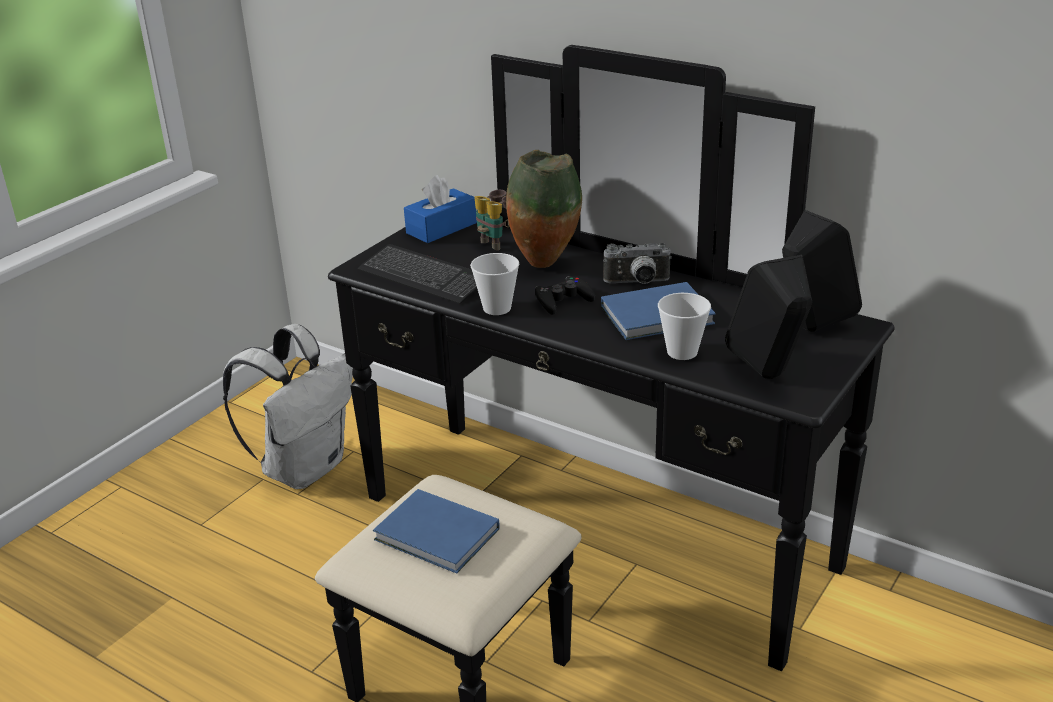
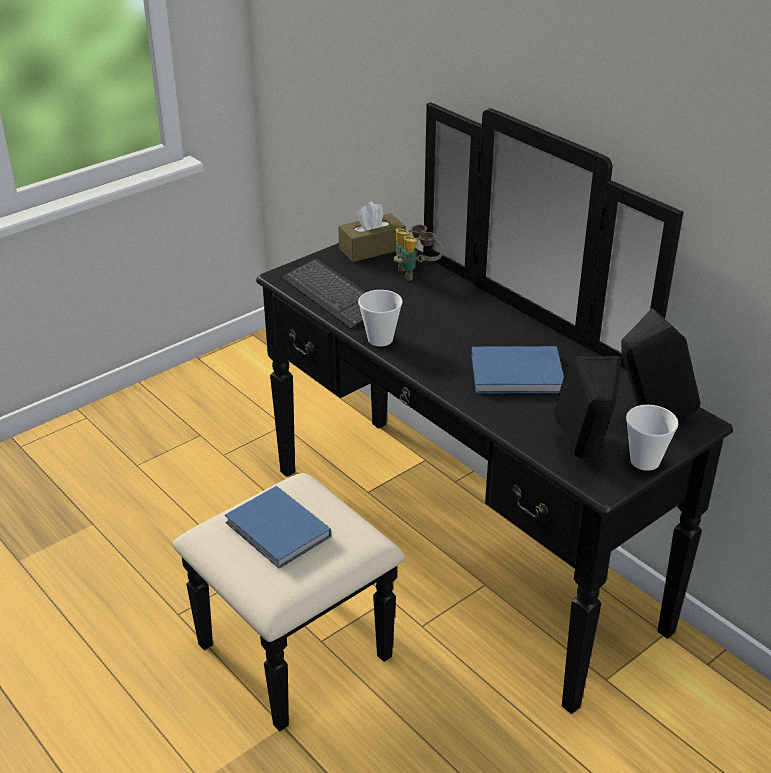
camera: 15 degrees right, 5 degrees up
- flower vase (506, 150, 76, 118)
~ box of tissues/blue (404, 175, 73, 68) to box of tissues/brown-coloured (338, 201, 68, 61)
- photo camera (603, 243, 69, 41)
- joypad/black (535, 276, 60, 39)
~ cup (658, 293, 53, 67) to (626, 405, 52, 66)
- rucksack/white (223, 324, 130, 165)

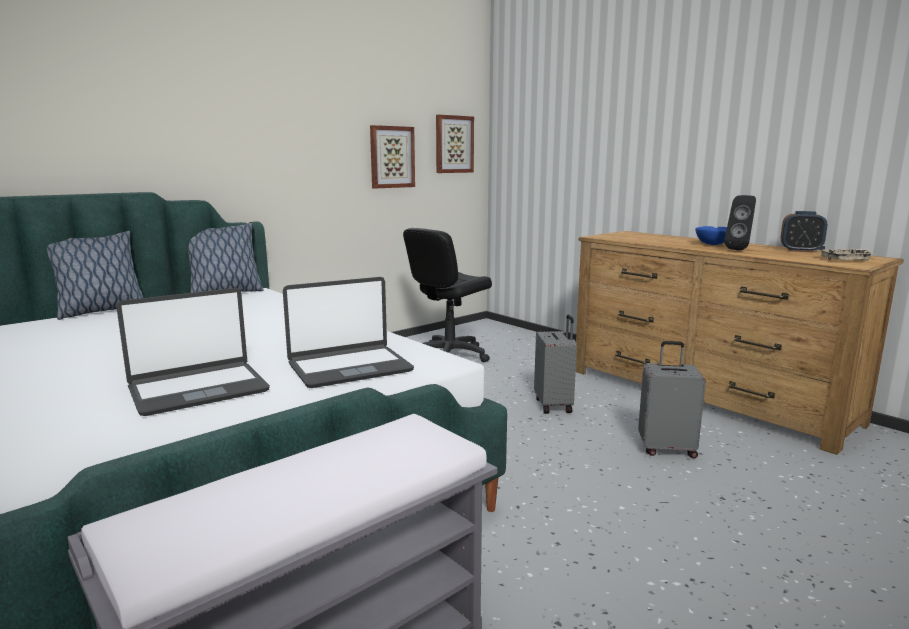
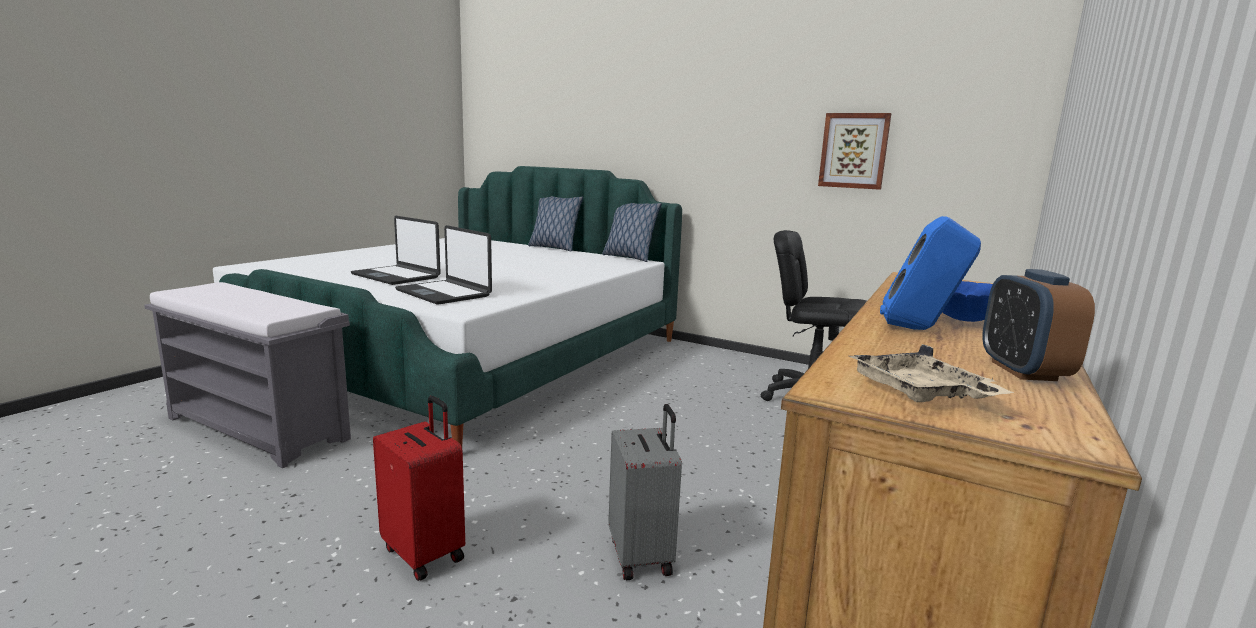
camera: 70 degrees right, 0 degrees up
- picture (436, 115, 38, 58)
~ speaker/black (724, 195, 32, 56) to speaker/blue (880, 216, 101, 114)
- piece of luggage/gray (534, 315, 43, 99)
+ piece of luggage/red (373, 396, 92, 185)

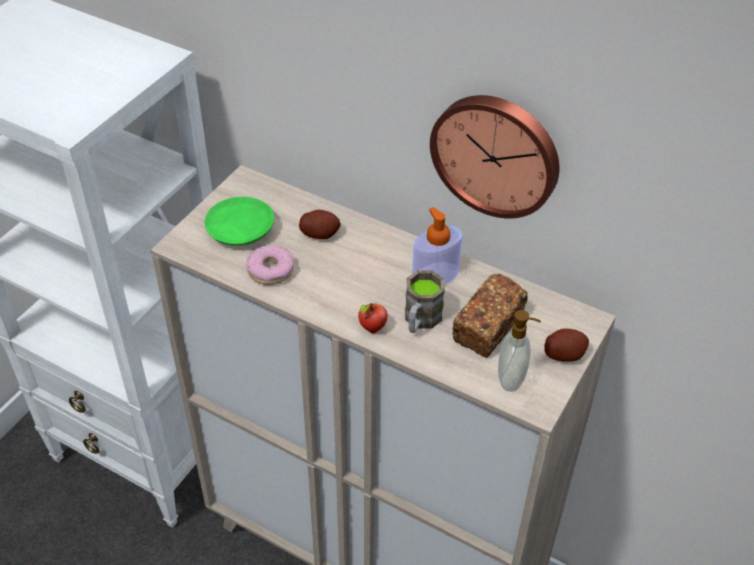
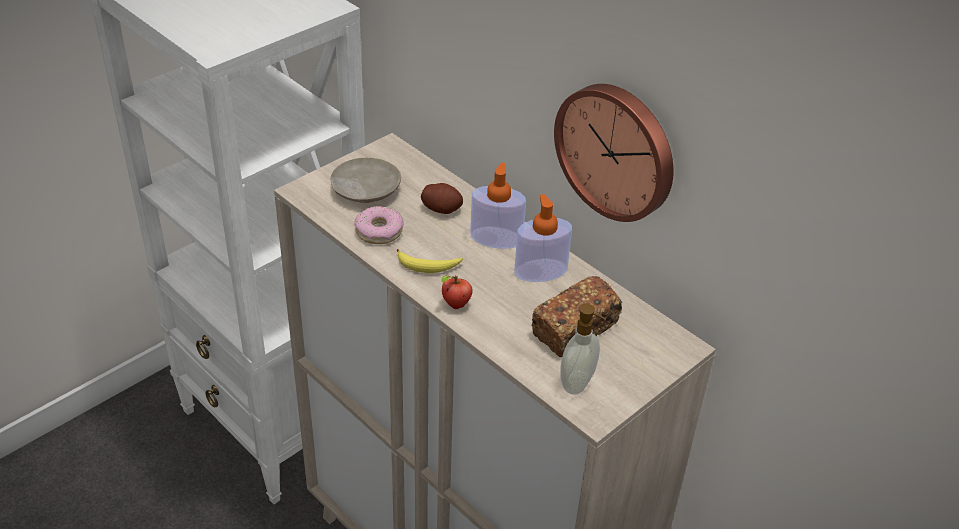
camera: 15 degrees right, 5 degrees down
~ dinner plate/green-coloured (204, 197, 70, 48) to dinner plate/sand-coloured (331, 158, 70, 45)
- coffee mug/brown-coloured (405, 271, 40, 62)
- spud (544, 328, 45, 34)
+ soap bottle (470, 163, 56, 86)
+ banana (397, 249, 66, 24)

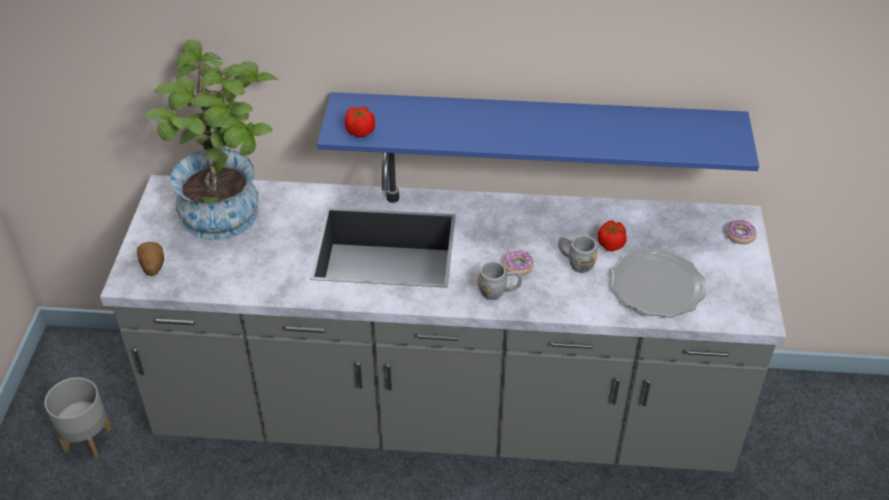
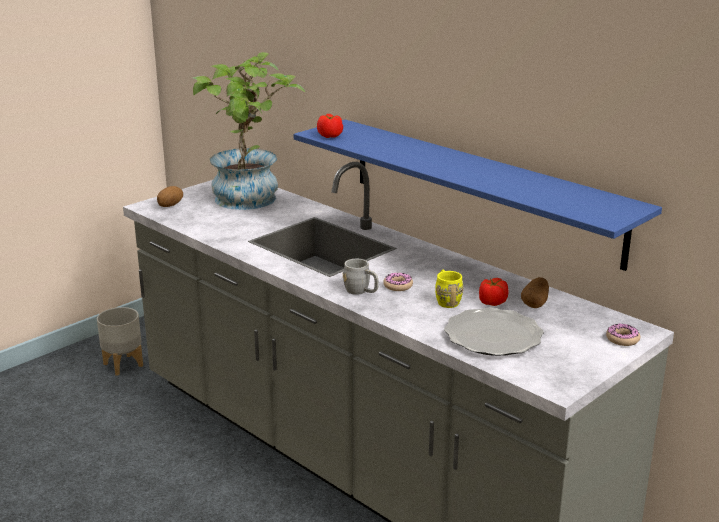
camera: 40 degrees right, 20 degrees down
~ coffee mug/gray (558, 235, 39, 38) to coffee mug/yellow (435, 270, 28, 38)
+ spud (521, 277, 28, 31)

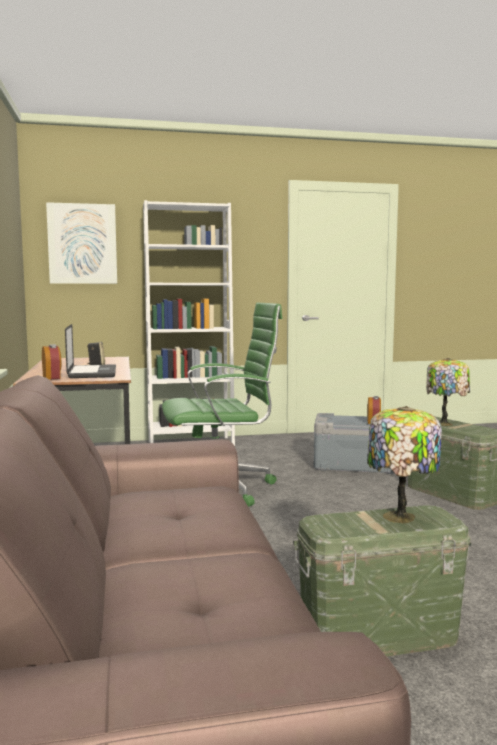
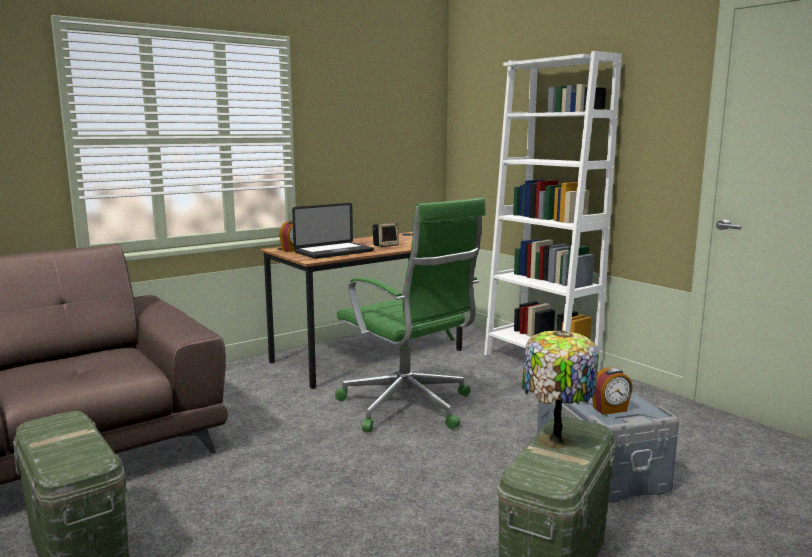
camera: 65 degrees right, 5 degrees up
- picture (46, 202, 71, 82)
- table lamp (367, 406, 75, 117)

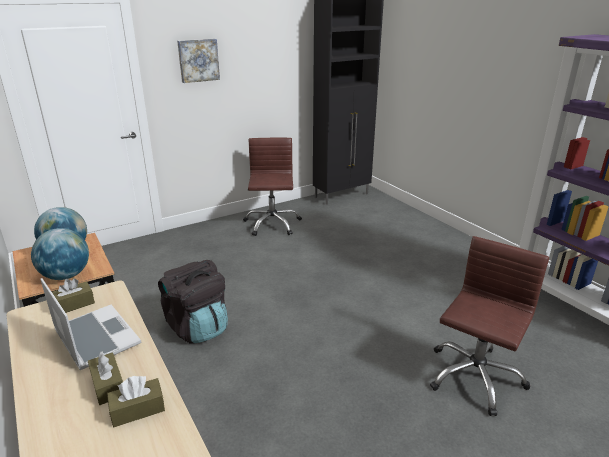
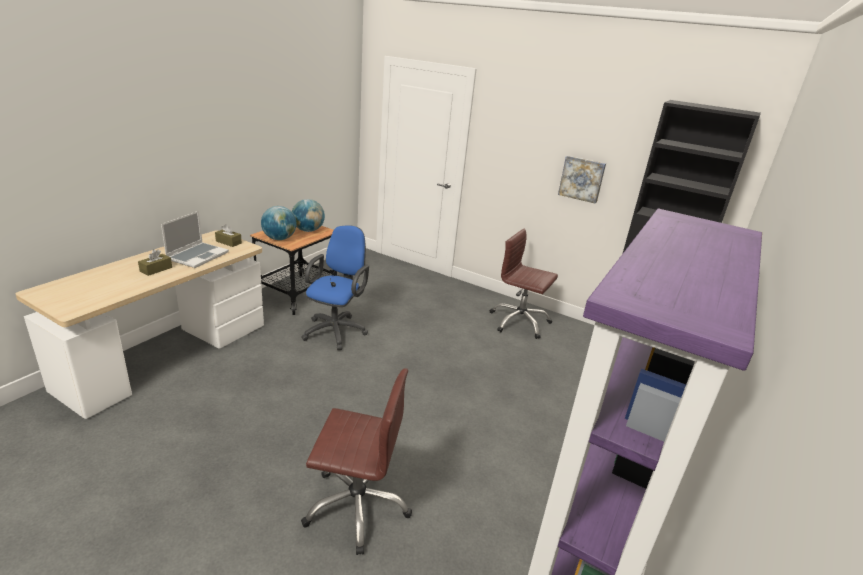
camera: 60 degrees right, 0 degrees up
~ picture (177, 39, 43, 44) to (558, 156, 48, 48)
~ office chair/brown-coloured (243, 138, 59, 98) = (490, 229, 68, 110) 120 degrees counterclockwise
~ rucksack/black (158, 260, 70, 84) to office chair/blue (301, 225, 68, 125)
- box of tissues/brown-coloured (107, 376, 58, 51)

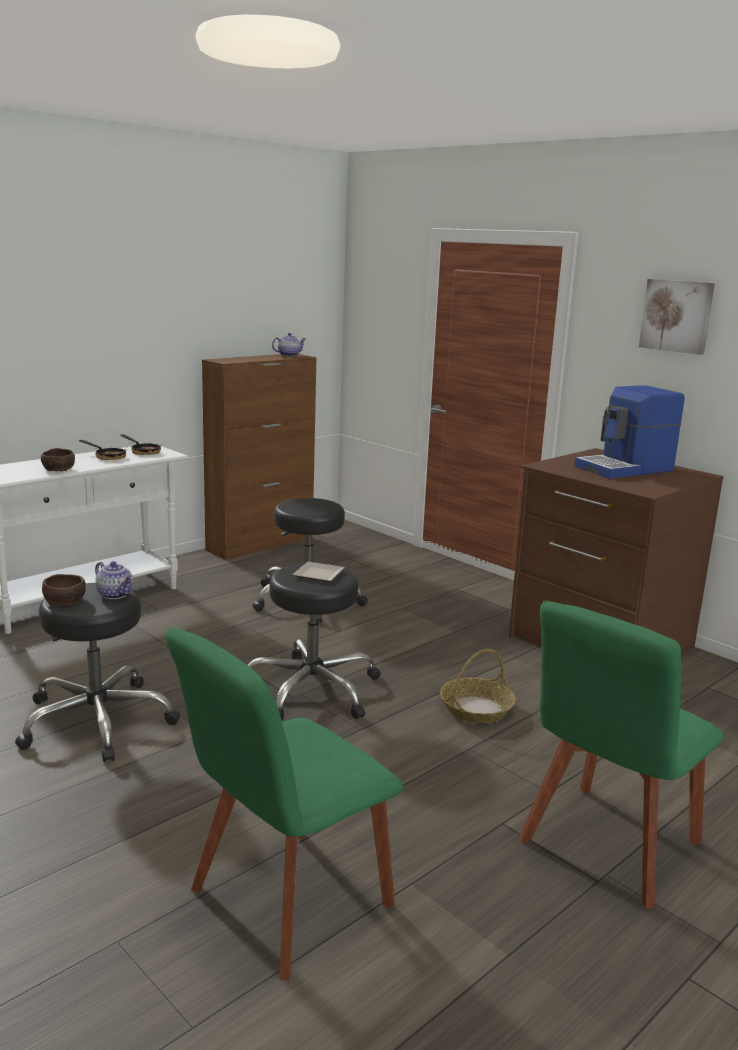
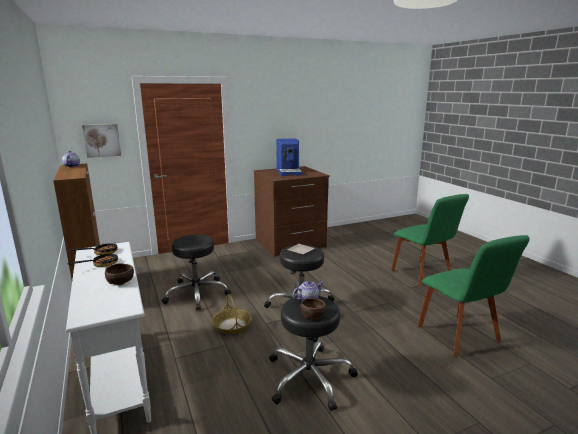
camera: 70 degrees left, 0 degrees up
~ picture (639, 279, 76, 76) to (82, 124, 39, 34)
~ storage basket (440, 649, 76, 74) to (212, 294, 40, 40)

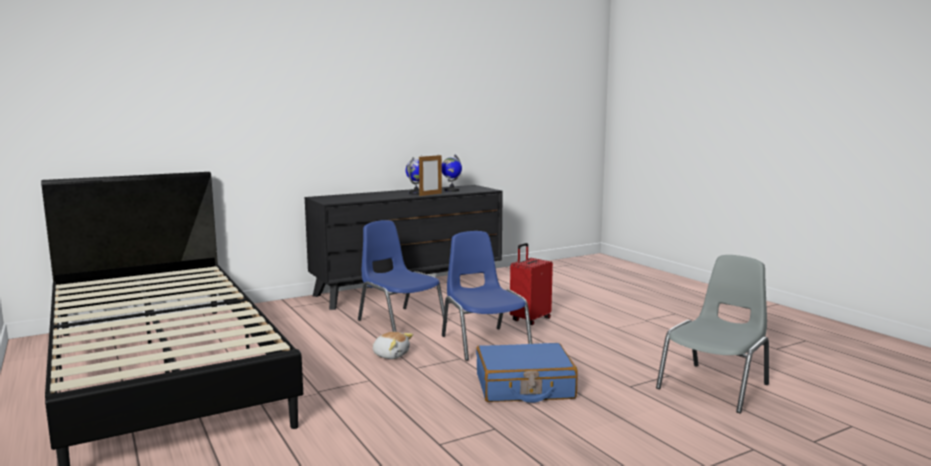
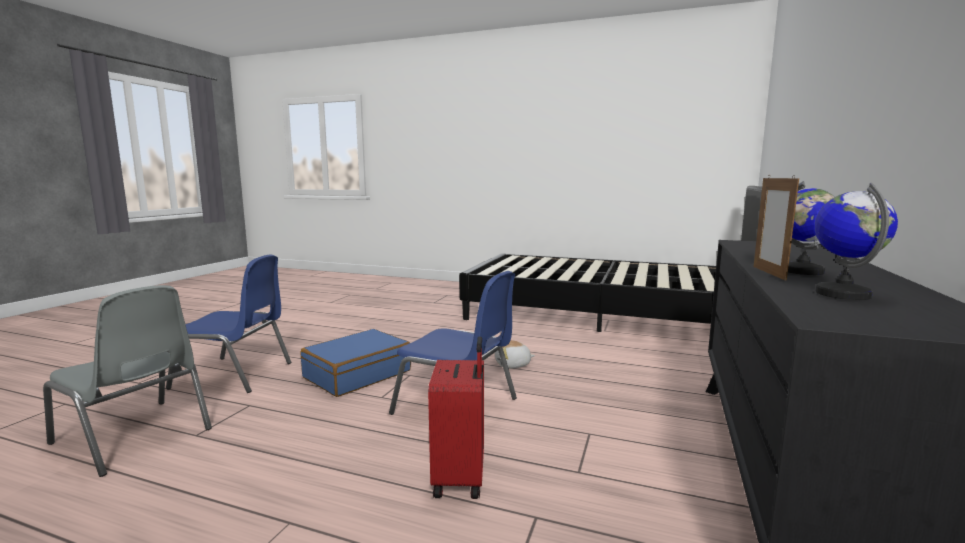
camera: 140 degrees right, 0 degrees up
~ plain chair/blue (358, 220, 86, 112) to (166, 254, 125, 139)
~ plain chair/gray (656, 255, 113, 158) = (43, 285, 169, 192) 60 degrees counterclockwise

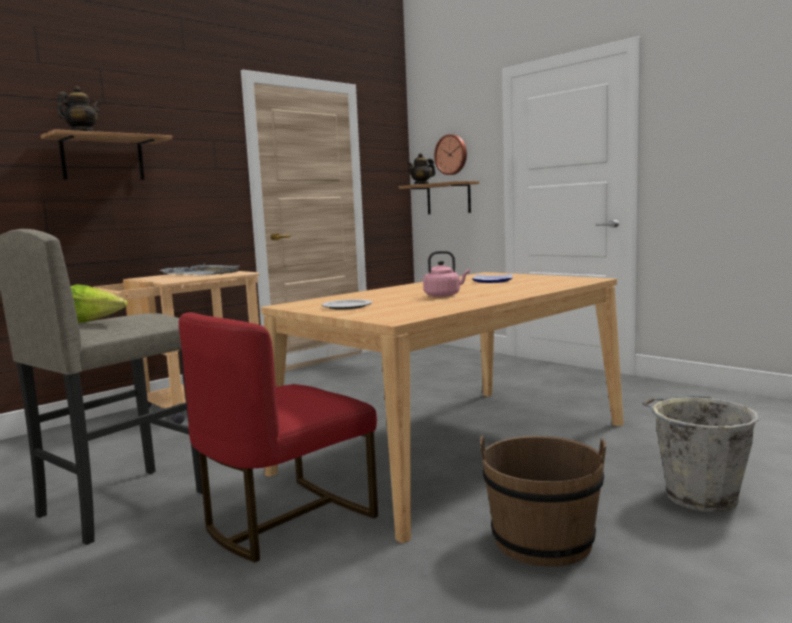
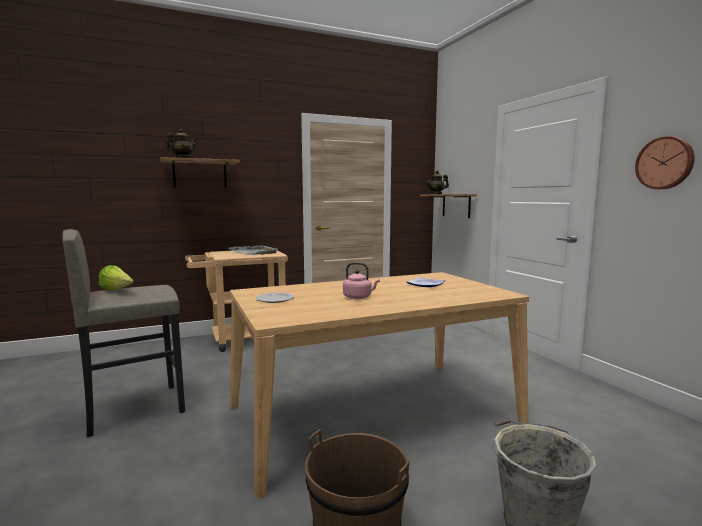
camera: 20 degrees right, 0 degrees up
~ hanging clock (434, 134, 33, 41) to (635, 136, 60, 53)
- plain chair/red (179, 312, 199, 250)

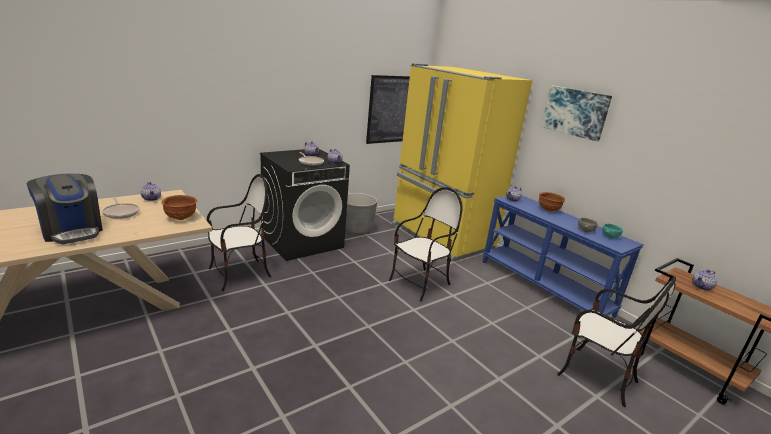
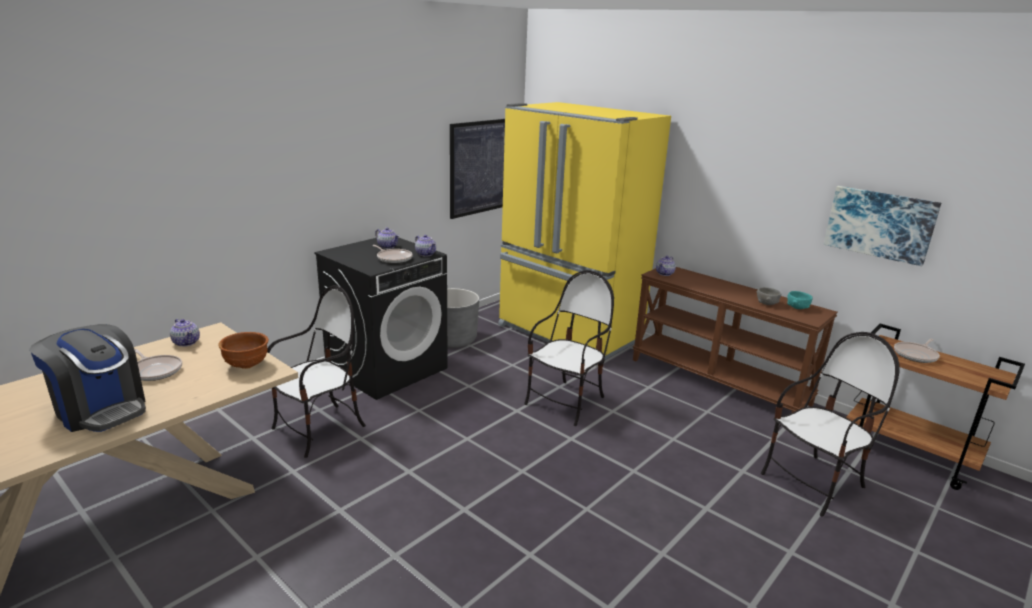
camera: 10 degrees left, 0 degrees up
~ picture (541, 86, 71, 55) to (824, 186, 117, 80)
- deep dish/brown-coloured (539, 192, 26, 20)
~ narrow table/blue (482, 196, 161, 122) to narrow table/brown-coloured (633, 267, 205, 146)
~ pot for tea (692, 269, 25, 22) to pan (894, 339, 46, 24)
~ plain chair (557, 276, 119, 131) = (761, 332, 139, 185) 60 degrees counterclockwise

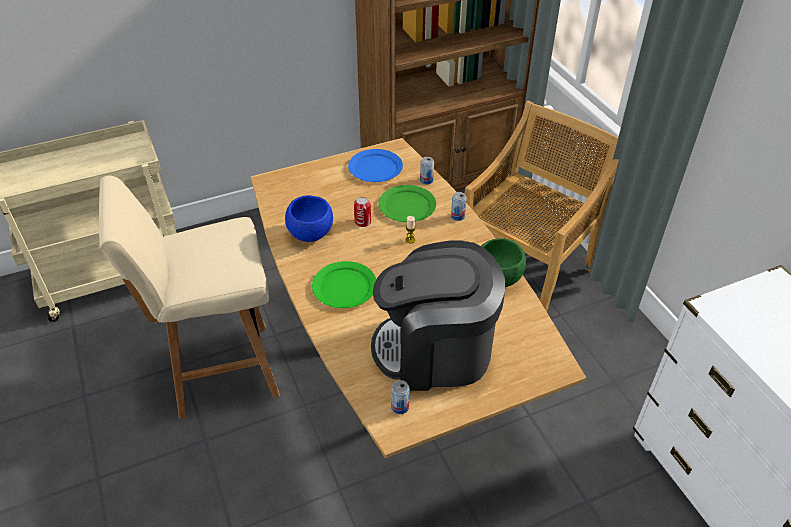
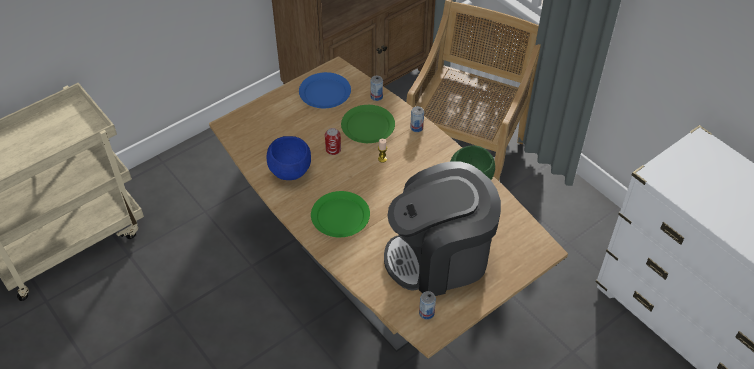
camera: 15 degrees left, 5 degrees up
- stool/sand-coloured (99, 176, 181, 243)

